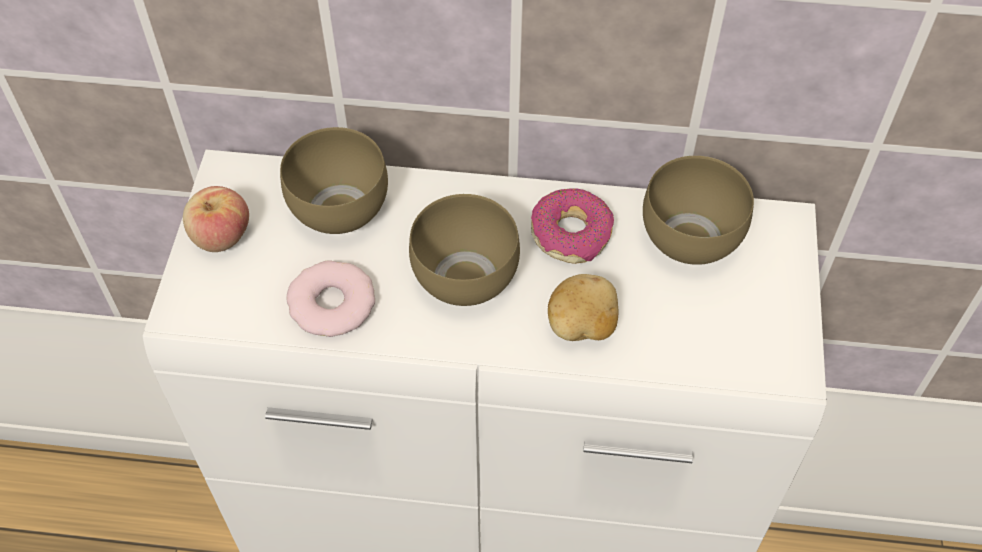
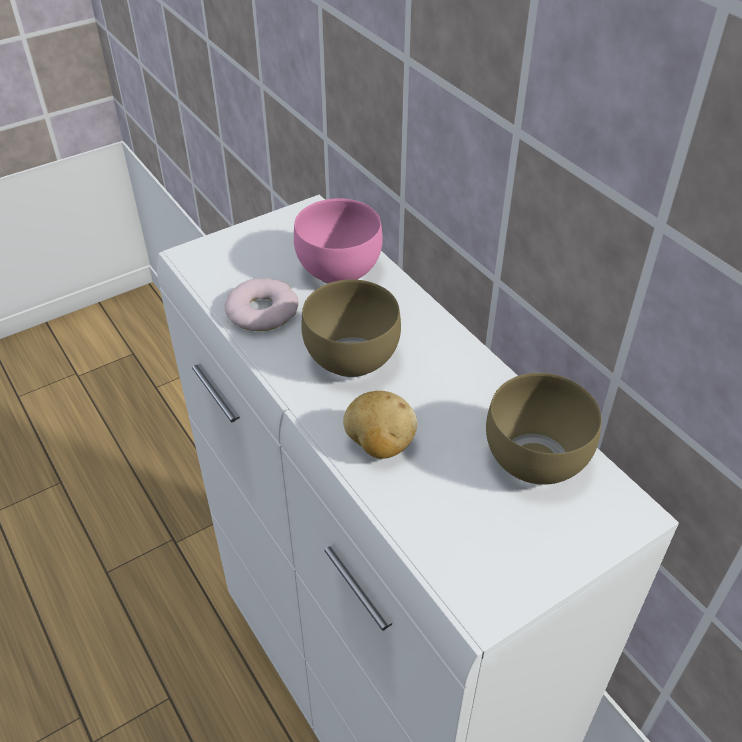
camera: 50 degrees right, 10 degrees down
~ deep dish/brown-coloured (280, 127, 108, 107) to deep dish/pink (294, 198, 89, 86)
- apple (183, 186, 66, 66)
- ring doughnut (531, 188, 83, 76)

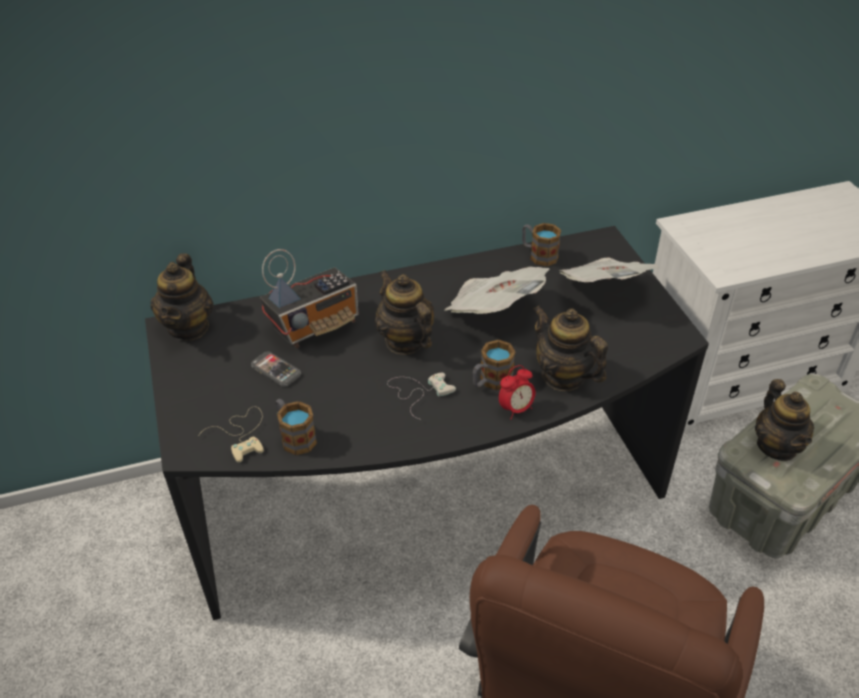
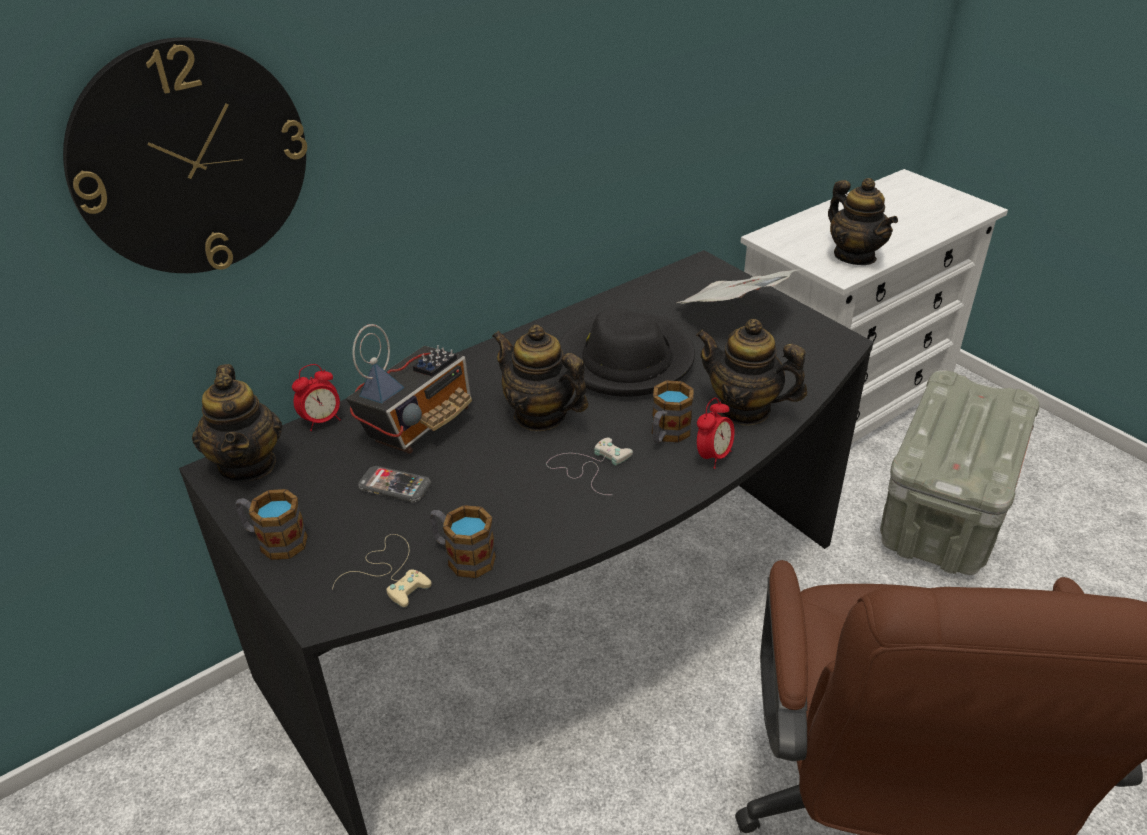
camera: 20 degrees left, 5 degrees down
~ coffee mug (522, 223, 39, 44) to (235, 489, 73, 71)
~ daily paper (445, 267, 104, 47) to hat/black (559, 309, 136, 88)
~ pot for tea (755, 379, 59, 82) to (828, 178, 70, 87)
+ hanging clock (63, 37, 244, 236)
+ bedside clock (292, 364, 49, 67)

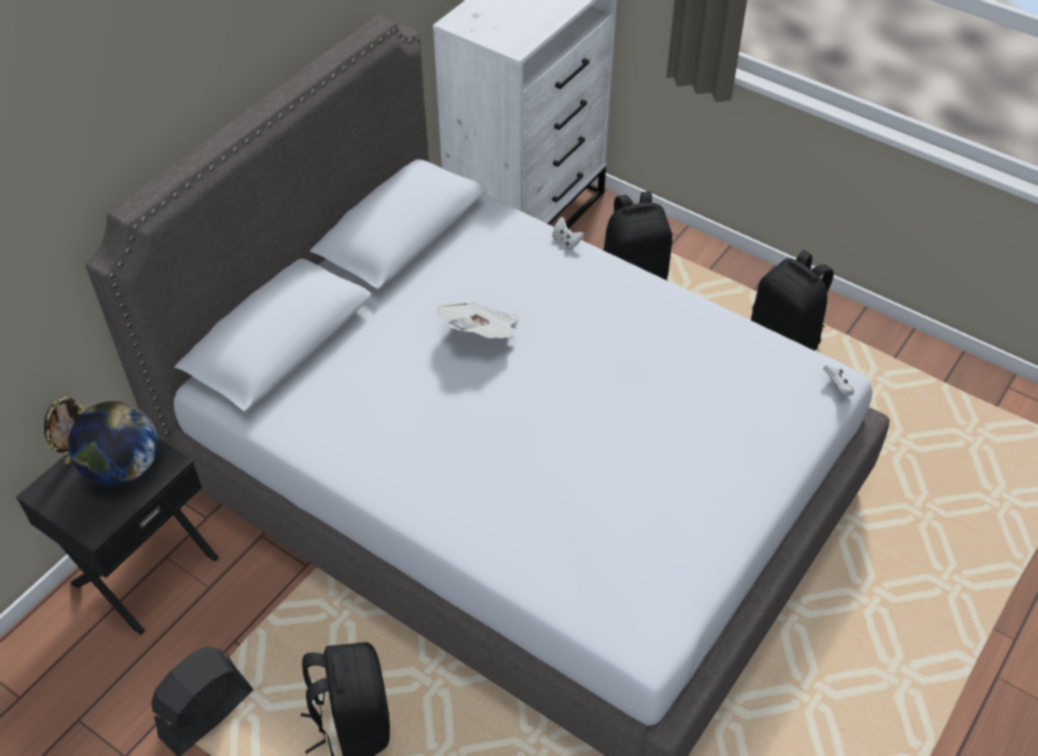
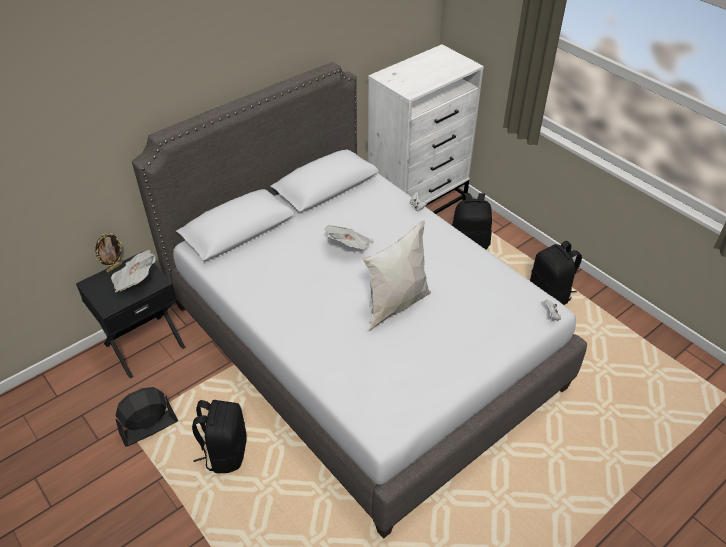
camera: 15 degrees right, 5 degrees down
~ desk globe (68, 401, 90, 85) to daily paper (111, 250, 44, 43)
+ cushion/white (362, 221, 69, 110)

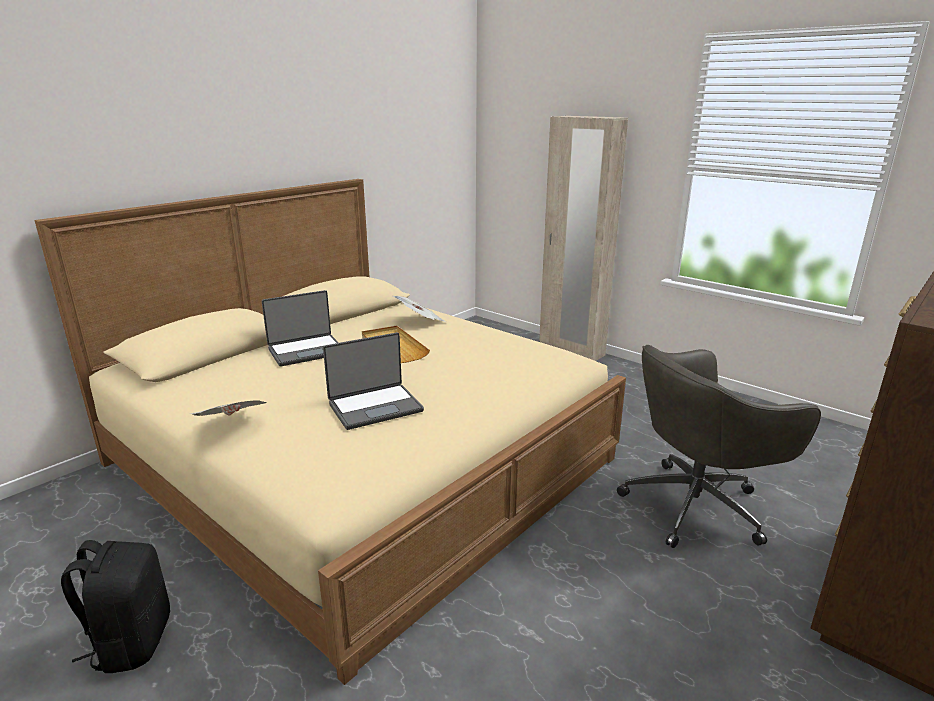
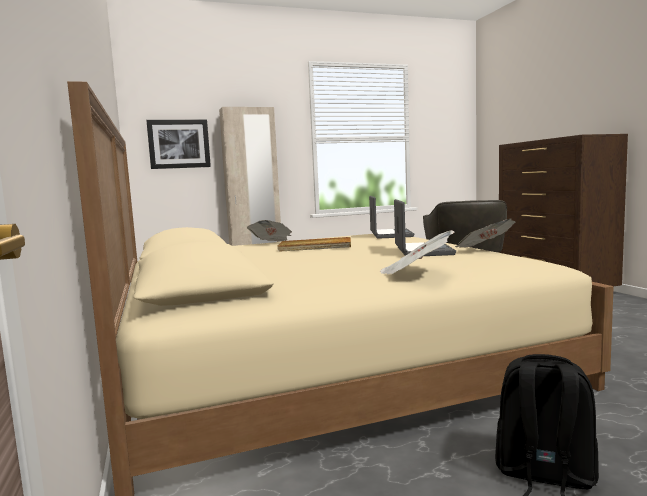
camera: 60 degrees left, 15 degrees down
~ portable computer (262, 290, 77, 77) to (369, 196, 45, 43)
+ picture (146, 120, 65, 49)
+ daily paper (455, 219, 61, 29)

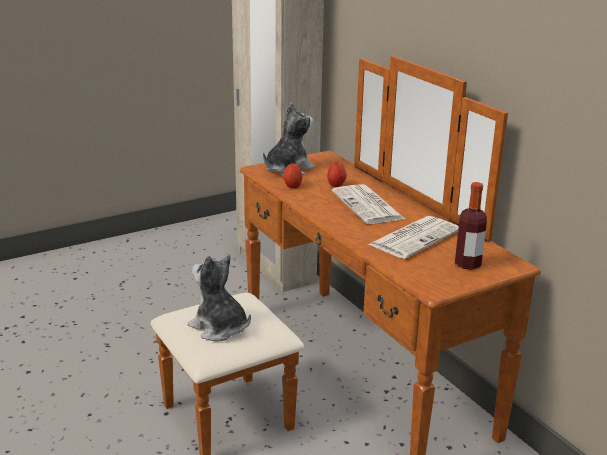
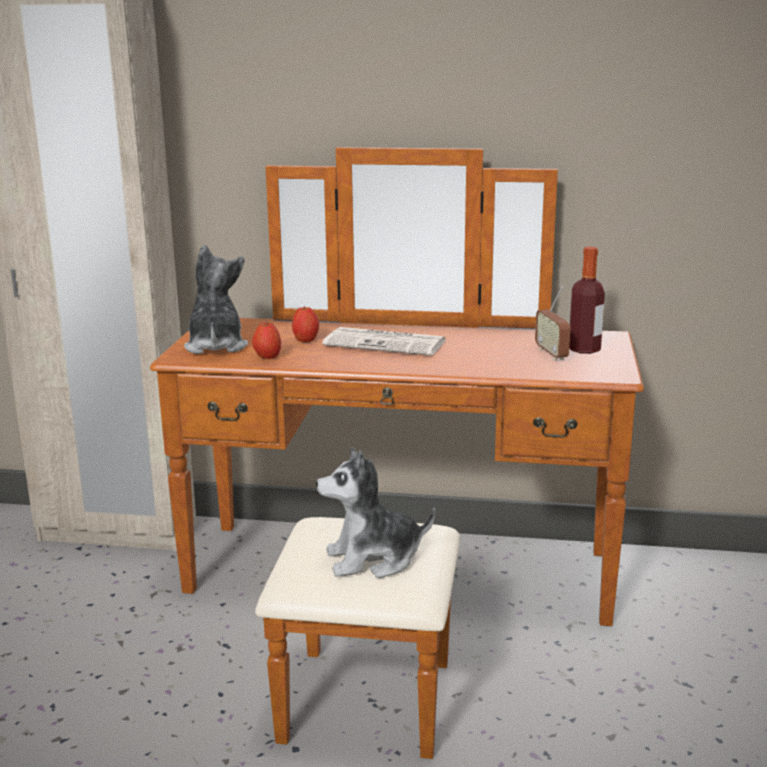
camera: 50 degrees left, 5 degrees down
- daily paper (368, 216, 91, 43)
+ radio (535, 286, 35, 75)

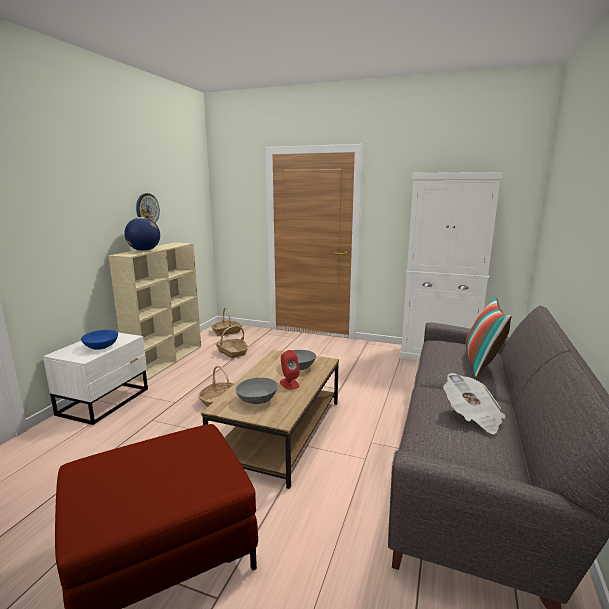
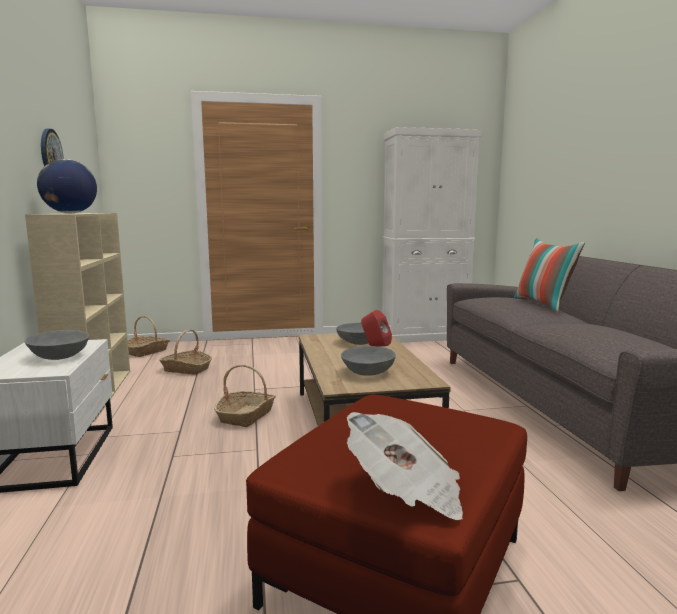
camera: 30 degrees left, 5 degrees down
~ deep dish/blue (81, 330, 37, 20) to deep dish/gray (24, 330, 65, 30)
~ daily paper (443, 373, 62, 61) to (347, 412, 116, 108)

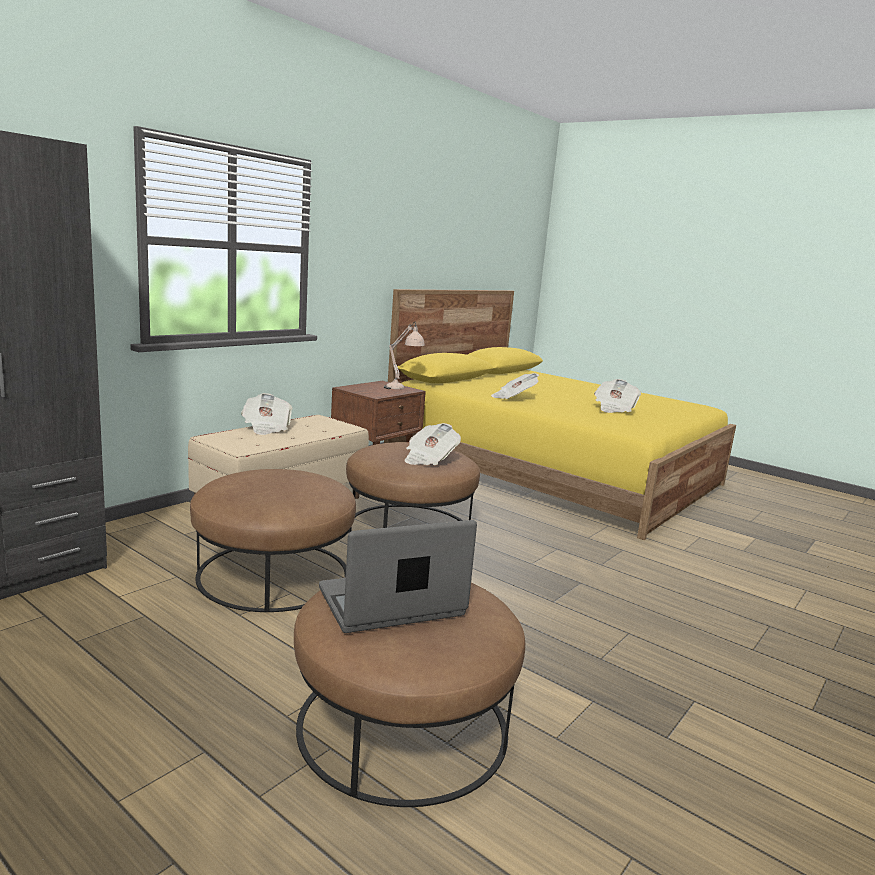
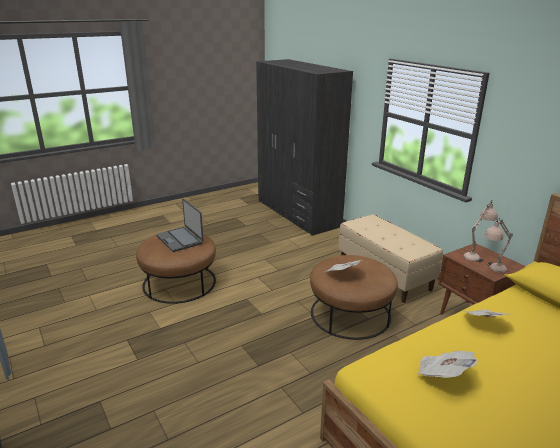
camera: 110 degrees right, 10 degrees up
- daily paper (241, 393, 51, 42)
- pouffe/brown-coloured (190, 469, 166, 143)
~ portable computer (319, 520, 158, 113) = (156, 199, 47, 53) 150 degrees clockwise
+ table lamp/sand-coloured (463, 200, 35, 62)

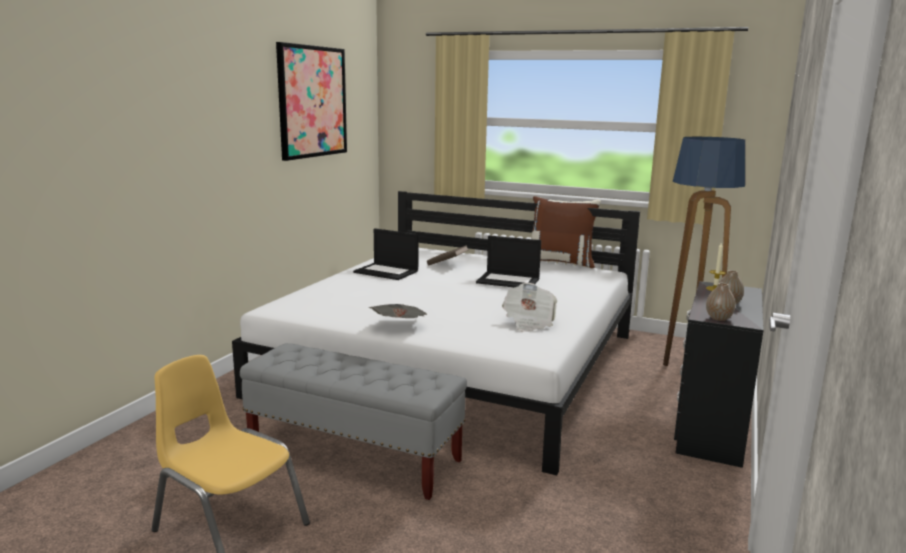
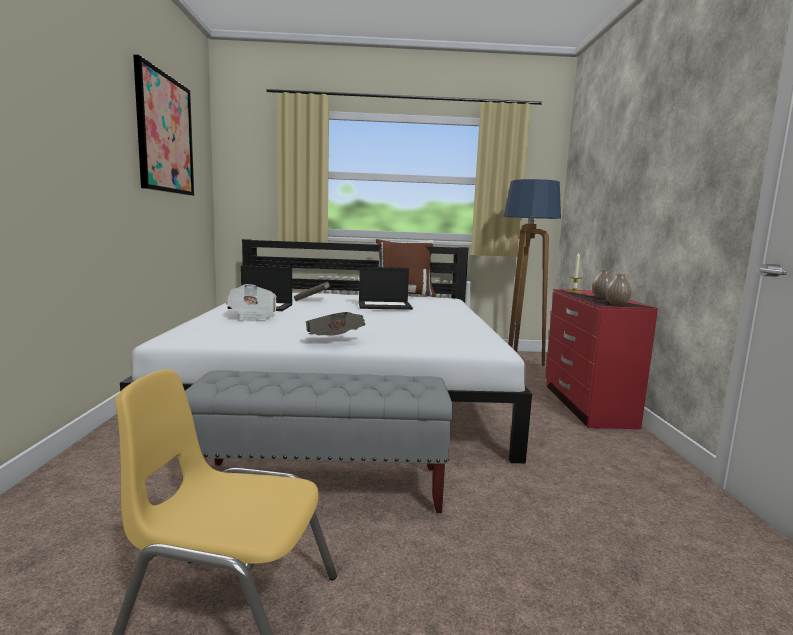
camera: 25 degrees left, 5 degrees down
~ chest of drawers/black (674, 281, 90, 187) to chest of drawers/red (545, 289, 113, 140)
~ daily paper (502, 283, 55, 49) to (226, 284, 50, 38)

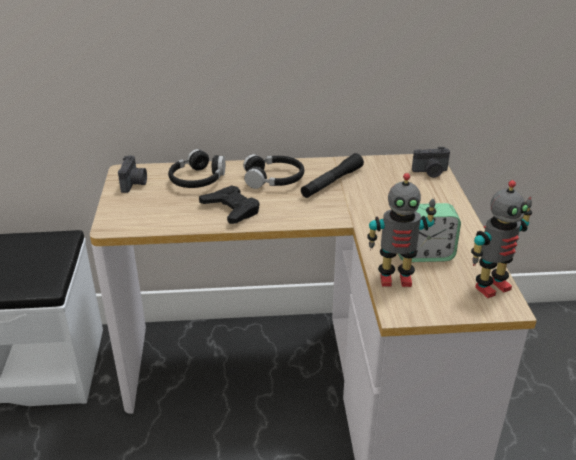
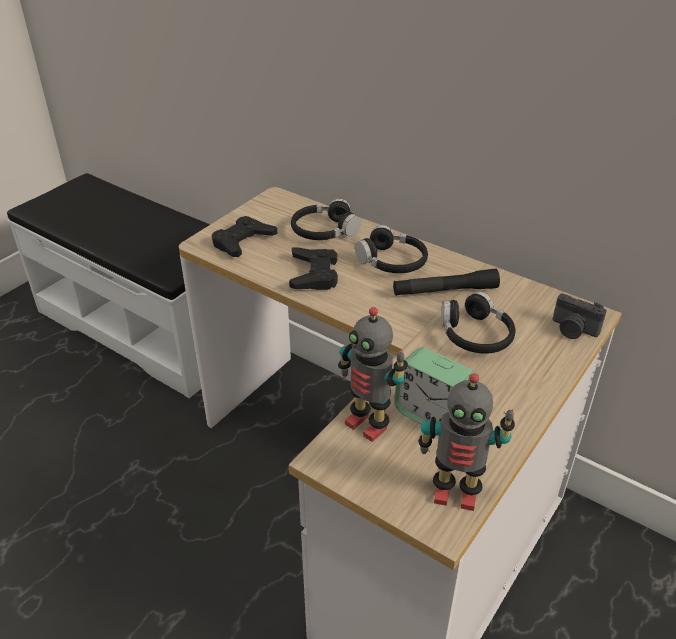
camera: 40 degrees right, 5 degrees up
- photo camera (118, 156, 29, 37)
+ joypad/black (211, 216, 67, 41)
+ pair of headphones/black (441, 291, 75, 63)

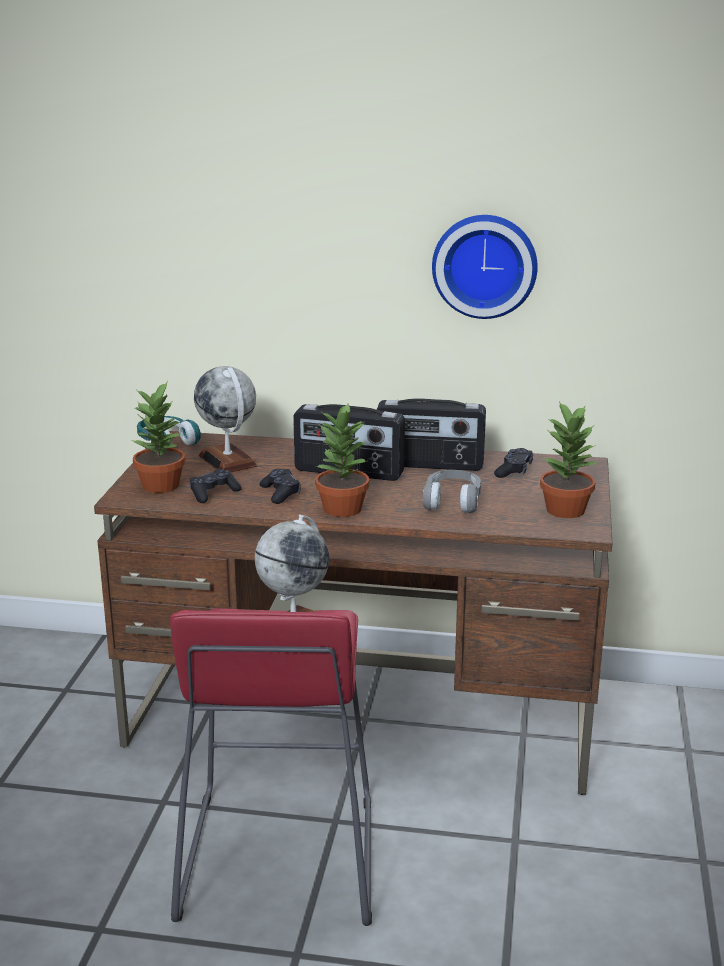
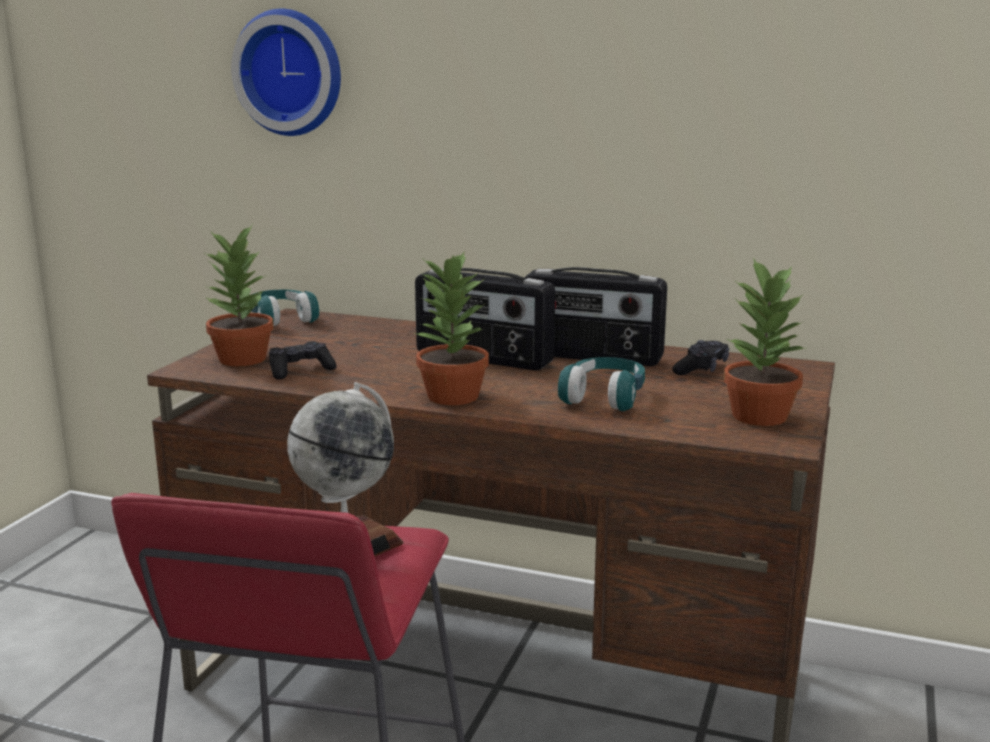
camera: 10 degrees right, 5 degrees down
~ hanging clock (432, 215, 106, 104) to (231, 9, 110, 127)
- desk globe (194, 366, 64, 106)
- joypad/black (259, 469, 42, 35)
~ pair of headphones/gray (423, 470, 58, 43) to pair of headphones/turquoise-coloured (558, 357, 87, 54)

